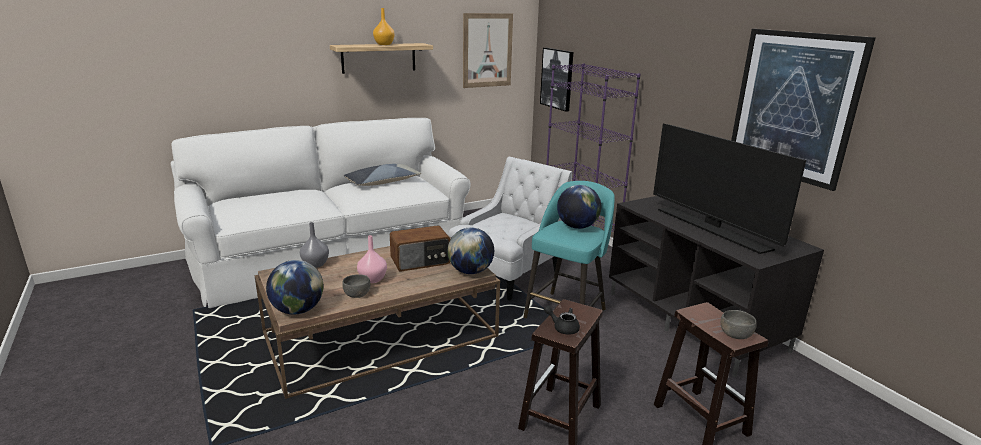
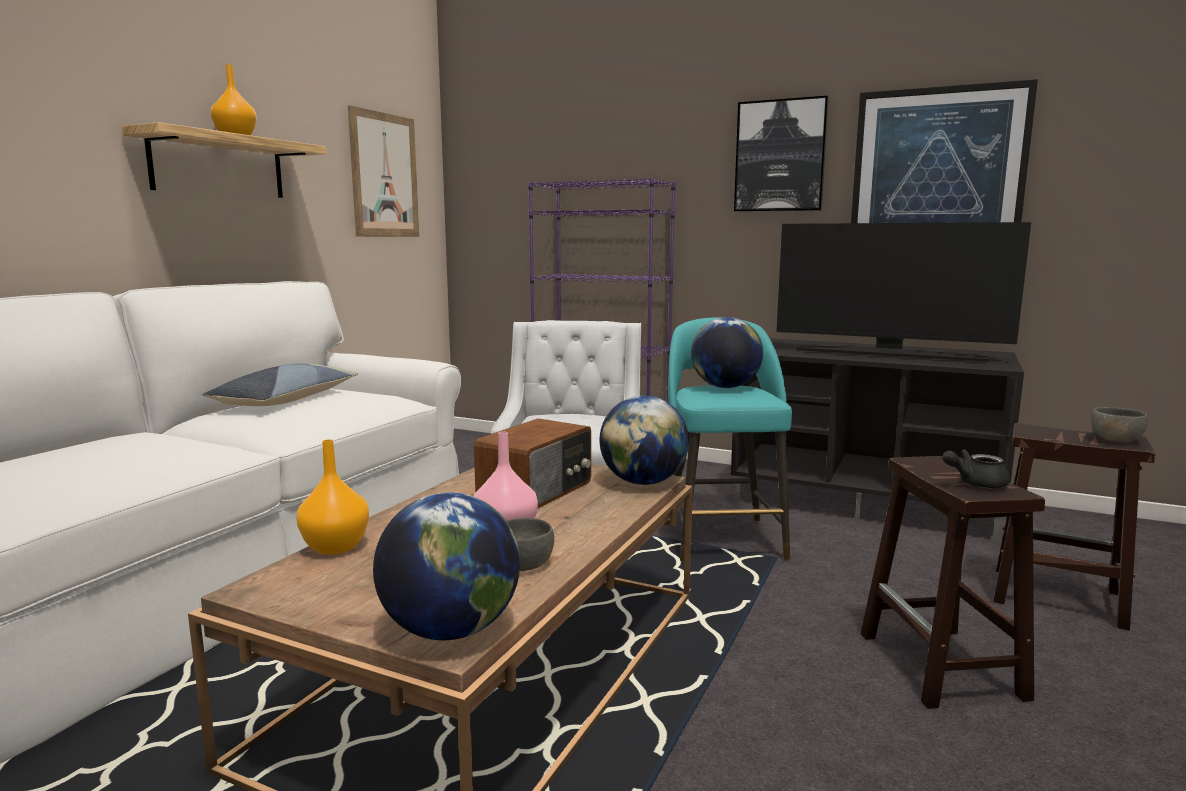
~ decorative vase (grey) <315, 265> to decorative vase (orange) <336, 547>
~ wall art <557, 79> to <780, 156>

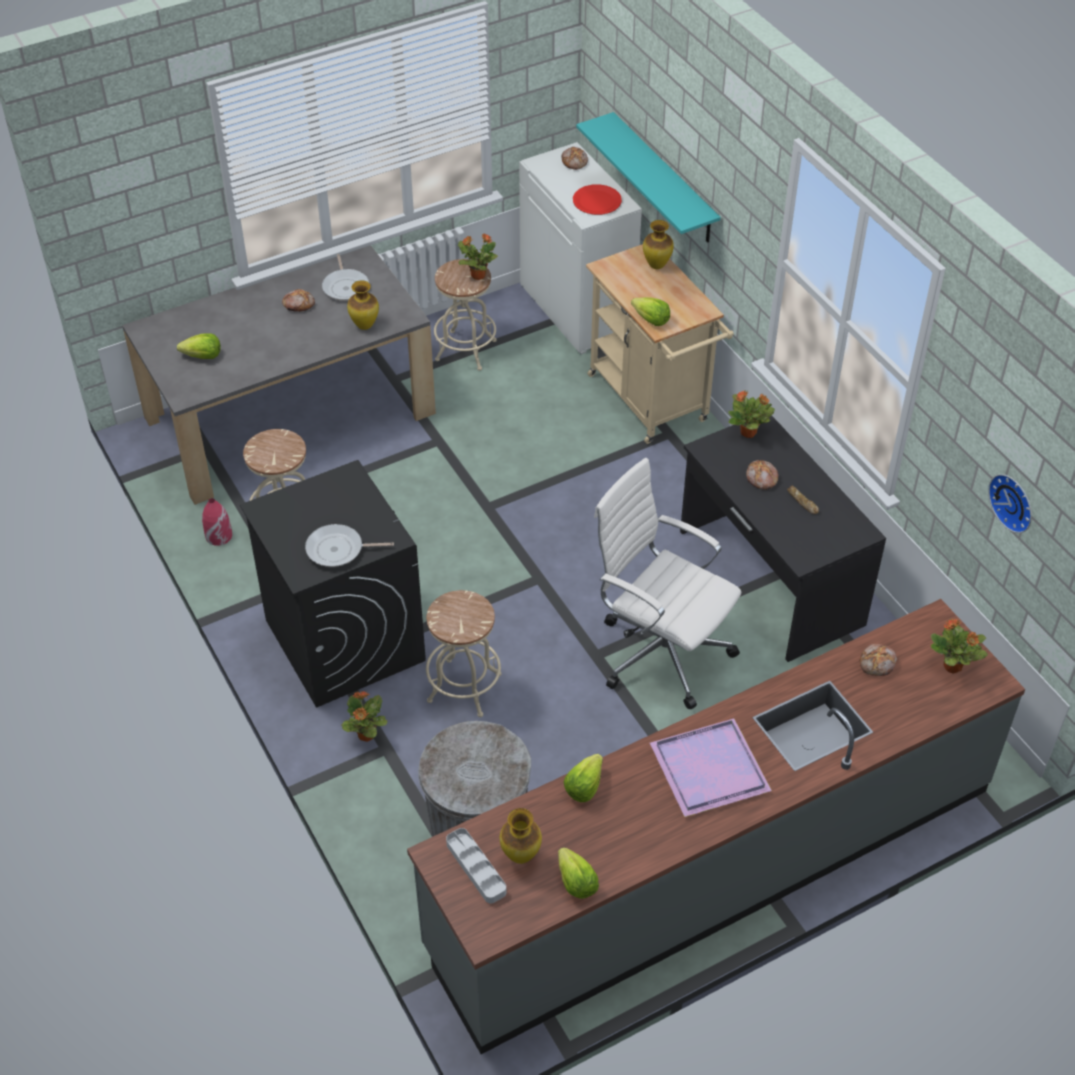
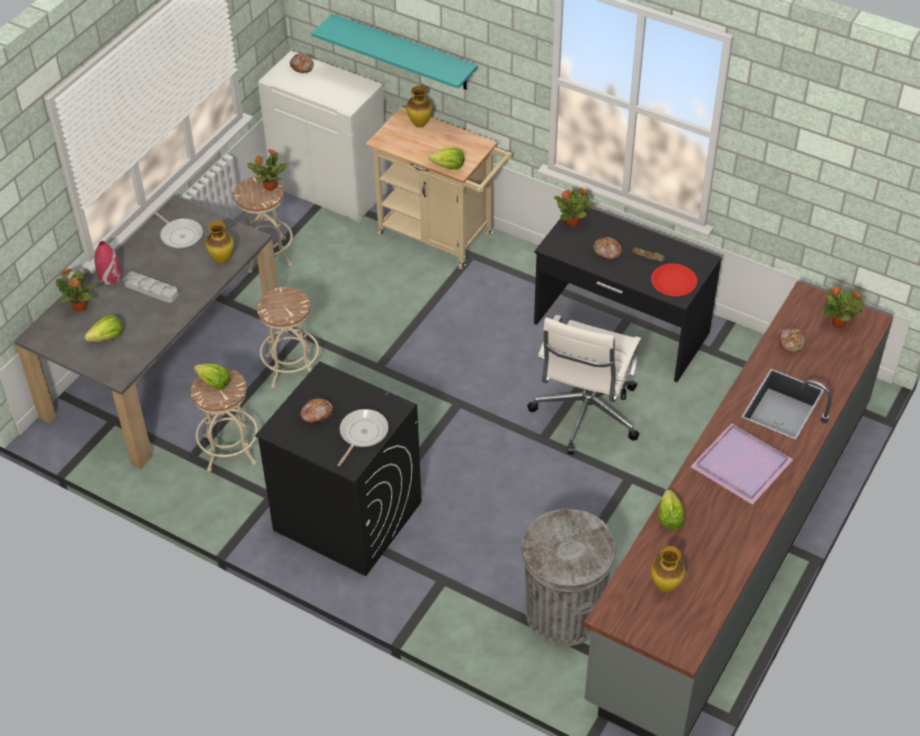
~ decorative vase (red) <218, 535> to <110, 276>
~ bakery bread <298, 304> to <316, 414>
~ pan <338, 550> = <362, 434> 150 degrees clockwise
~ potted plant <366, 735> to <79, 307>
~ stool (beige) <464, 687> to <291, 368>
~ serving tray (grey) <476, 868> to <151, 289>
~ lettuce head <576, 882> to <214, 383>
~ dinner plate (red) <596, 201> to <673, 281>
~ desk chair (whitish) <661, 651> = <585, 415> 75 degrees counterclockwise
- wall clock <1014, 501>

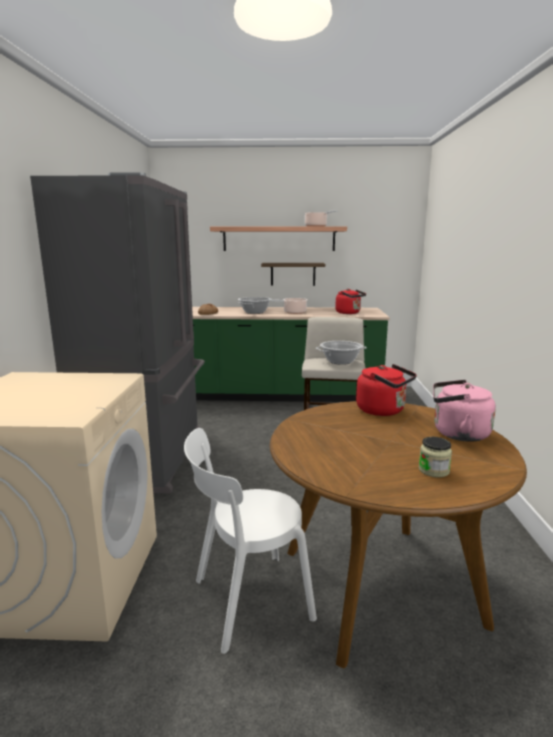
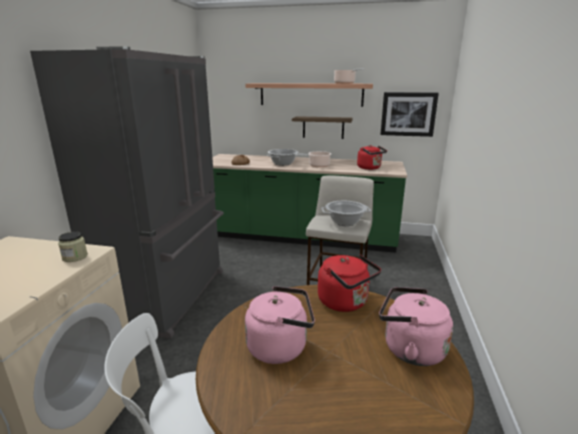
~ jar <433, 470> to <75, 257>
+ water kettle (pink) <281, 347>
+ wall art <408, 114>

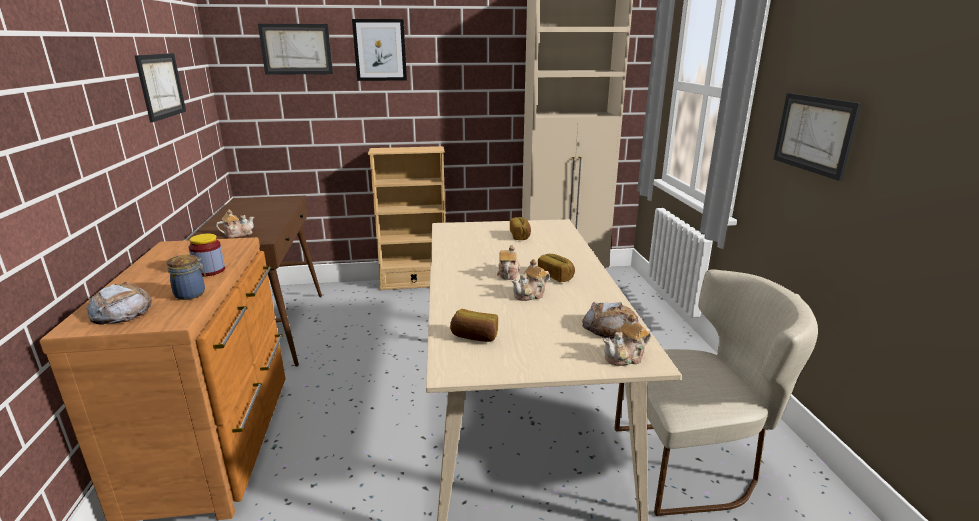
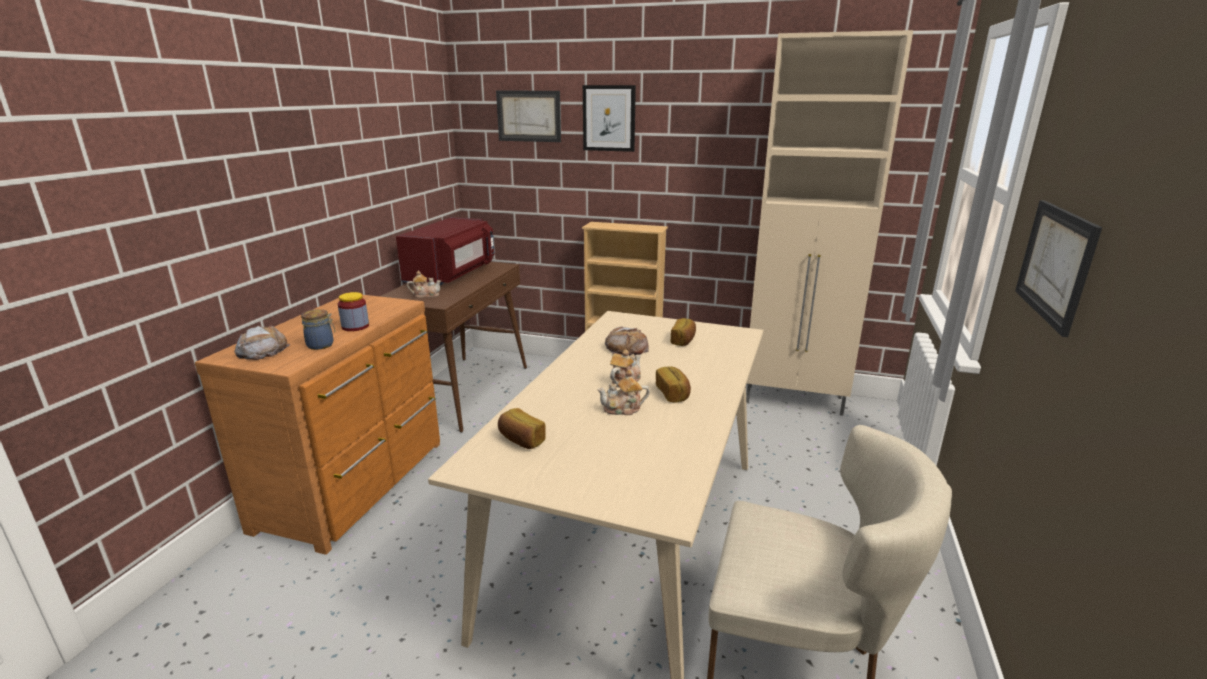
- wall art <161, 86>
~ bakery bread <611, 327> to <626, 347>
- pot for tea <626, 357>
+ microwave (red) <452, 275>

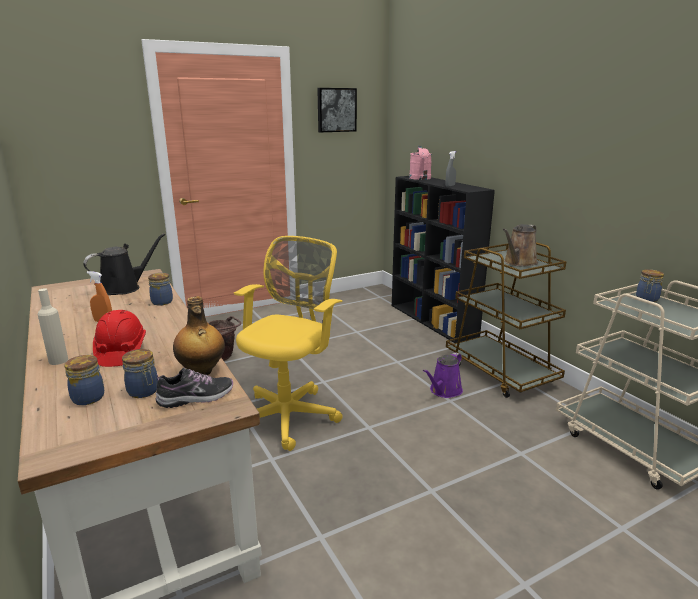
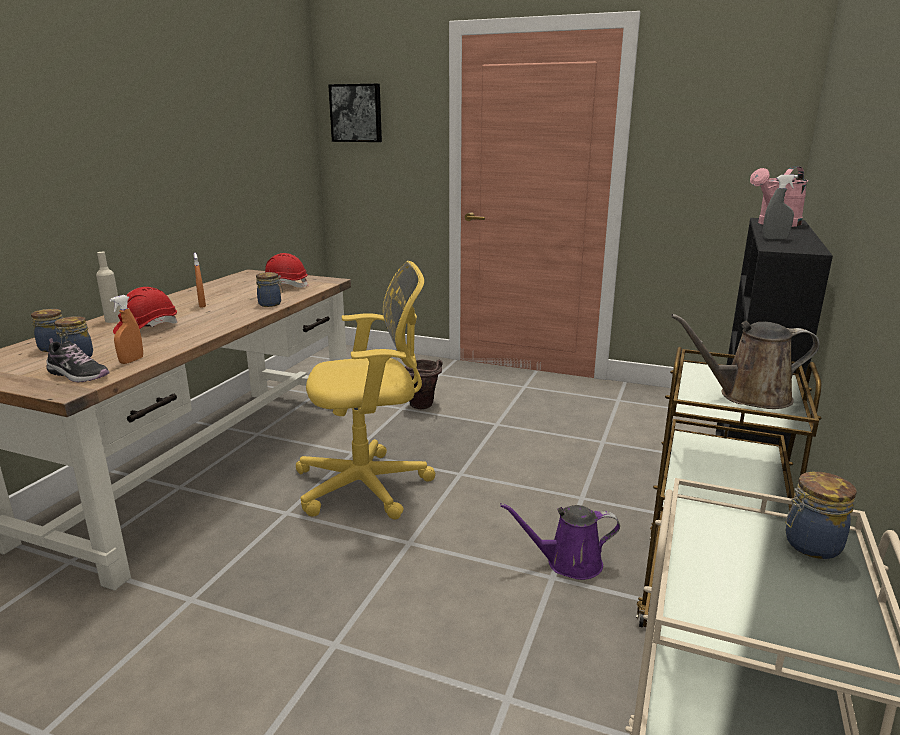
~ sprinkling can (black) <124, 288> to hard hat (red) <284, 286>
~ beverage bottle <201, 372> to spray bottle (orange) <131, 361>
~ wall art <336, 110> to <356, 113>

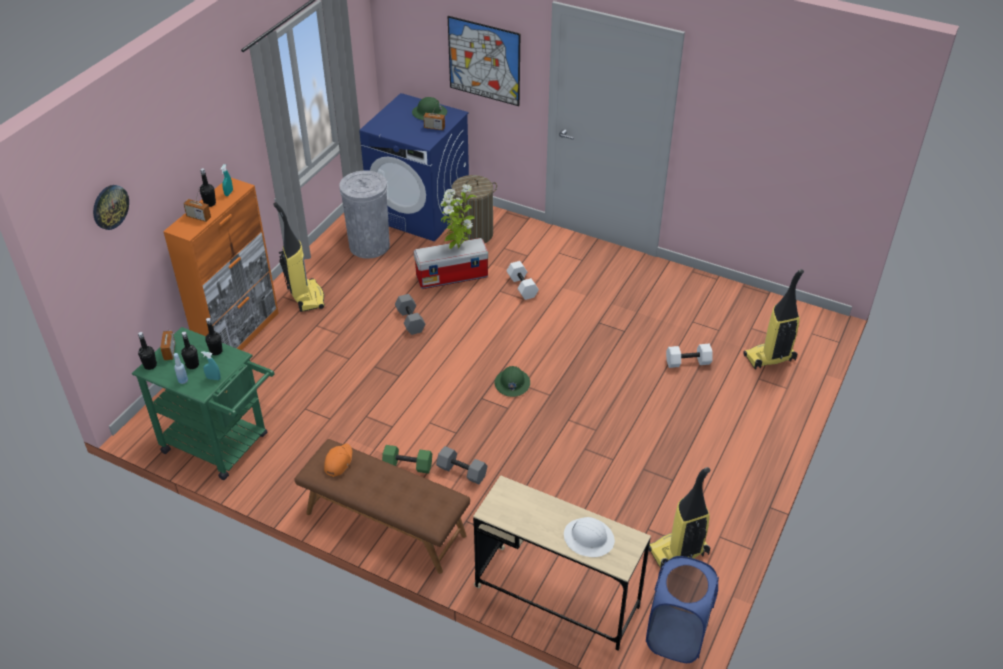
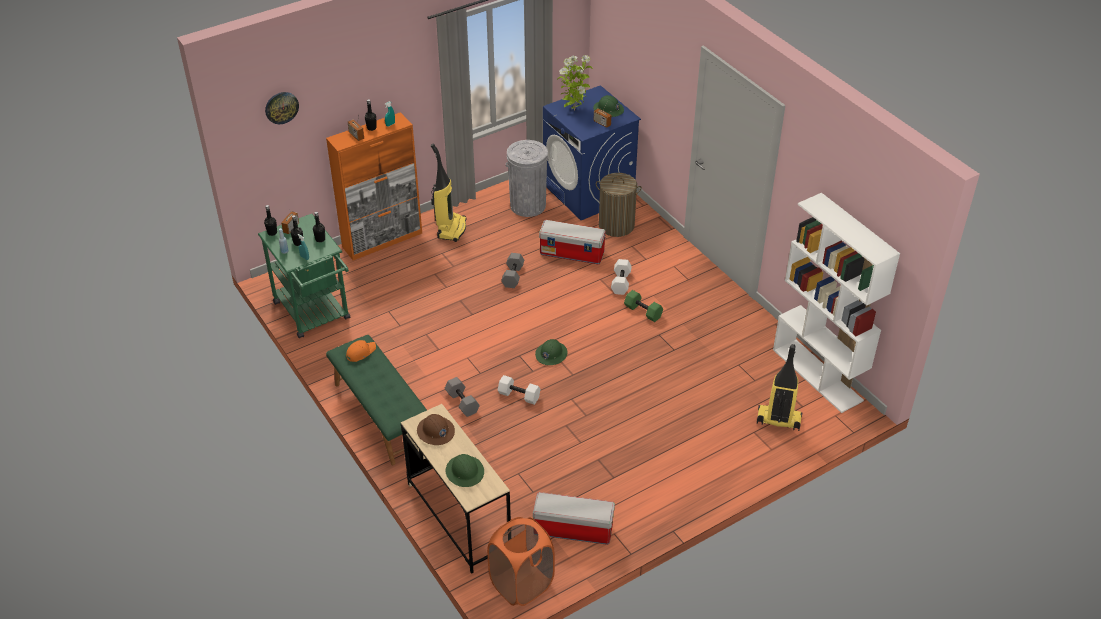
~ bench (brownish) <385, 524> to bench (green) <381, 415>
~ dumbbell (green) <407, 466> to <642, 312>
~ potted plant <457, 248> to <574, 110>
- wall art <484, 61>
~ hard hat (whitish) <589, 538> to hard hat (green) <465, 472>
~ hamper (blue) <676, 635> to hamper (orange) <521, 584>
~ hoover <678, 553> to storage box <572, 530>
~ dumbbell (whitish) <687, 363> to <518, 396>
+ hard hat (brownish) <435, 431>
+ shelving unit (whitish) <818, 375>

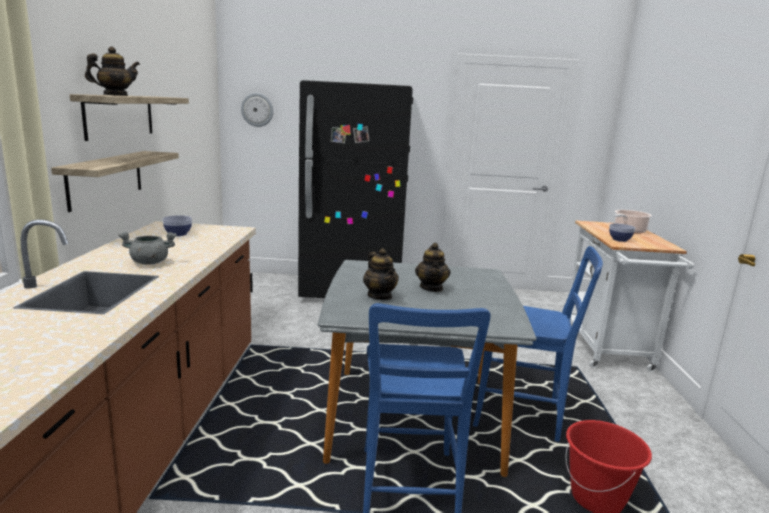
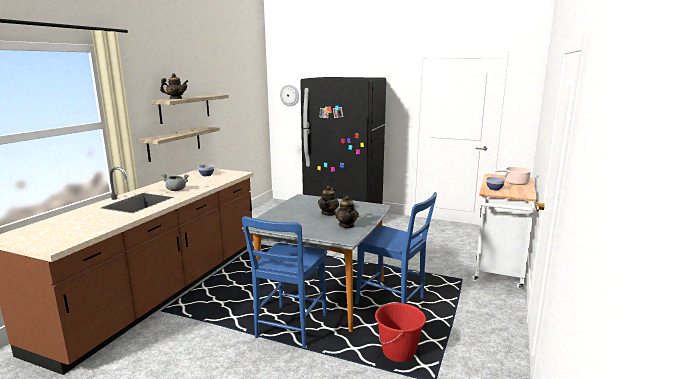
~ pot for tea <380, 296> to <347, 225>

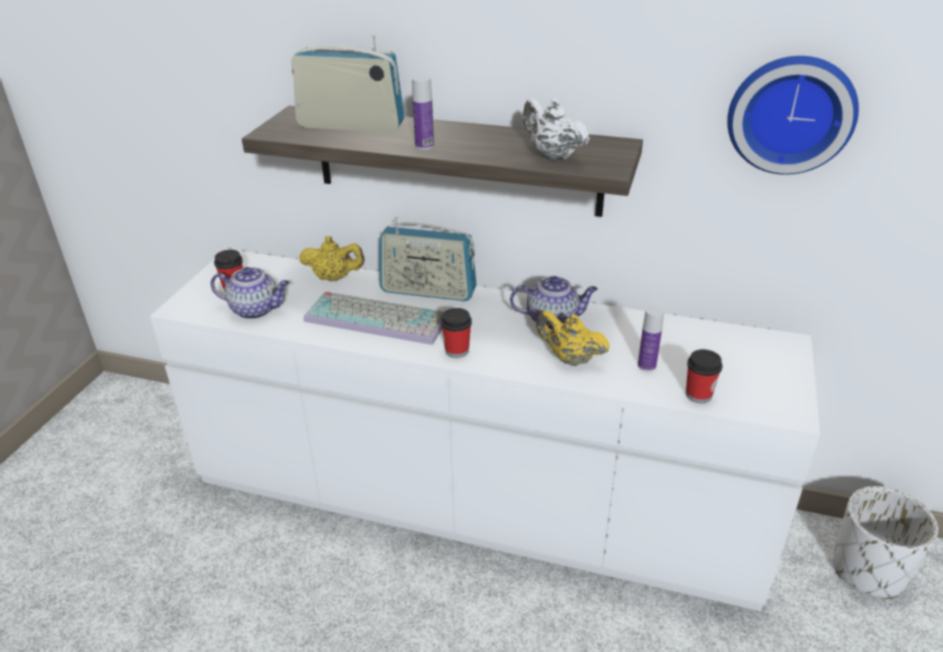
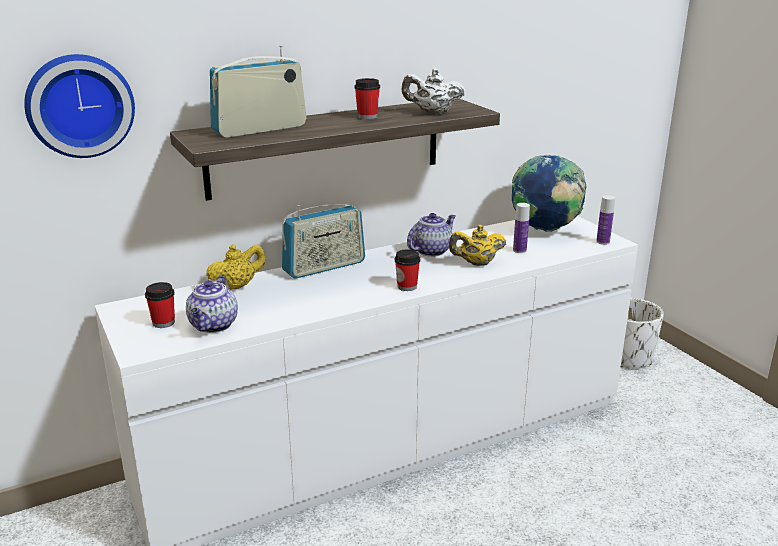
~ pot for tea <256, 309> = <213, 326> 135 degrees clockwise
- keyboard <379, 318>
~ beverage bottle <424, 146> to <603, 242>
~ drinking cup <698, 395> to <367, 117>
~ wall clock <790, 113> to <79, 105>
+ desk globe <545, 230>

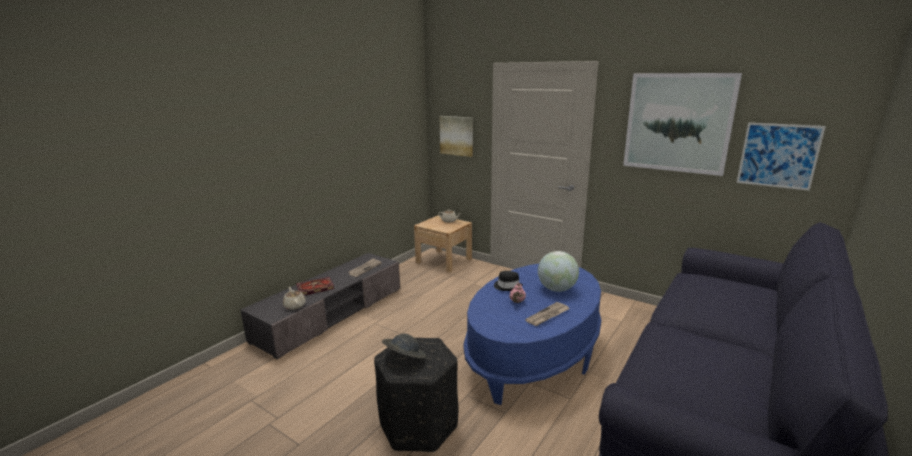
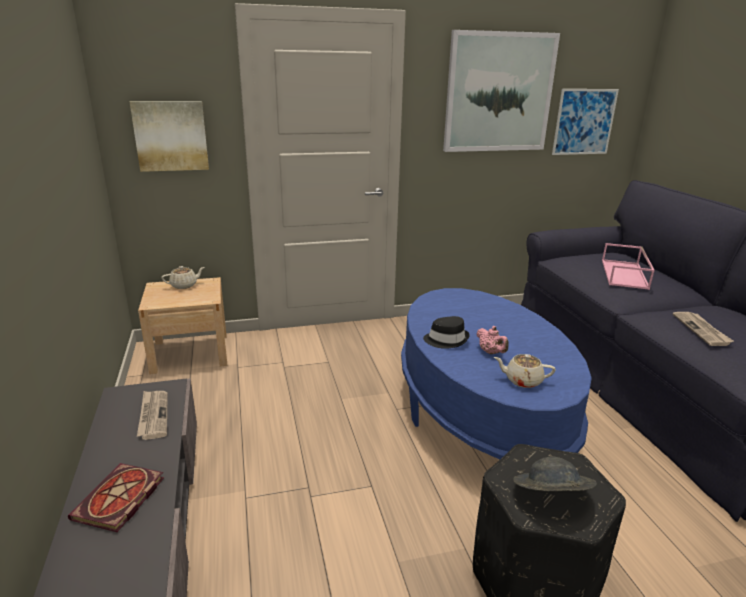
~ pot for tea (beige) <294, 305> to <522, 380>
~ newspaper <547, 315> to <702, 330>
- desk globe <556, 289>
+ serving tray (pink) <625, 274>

